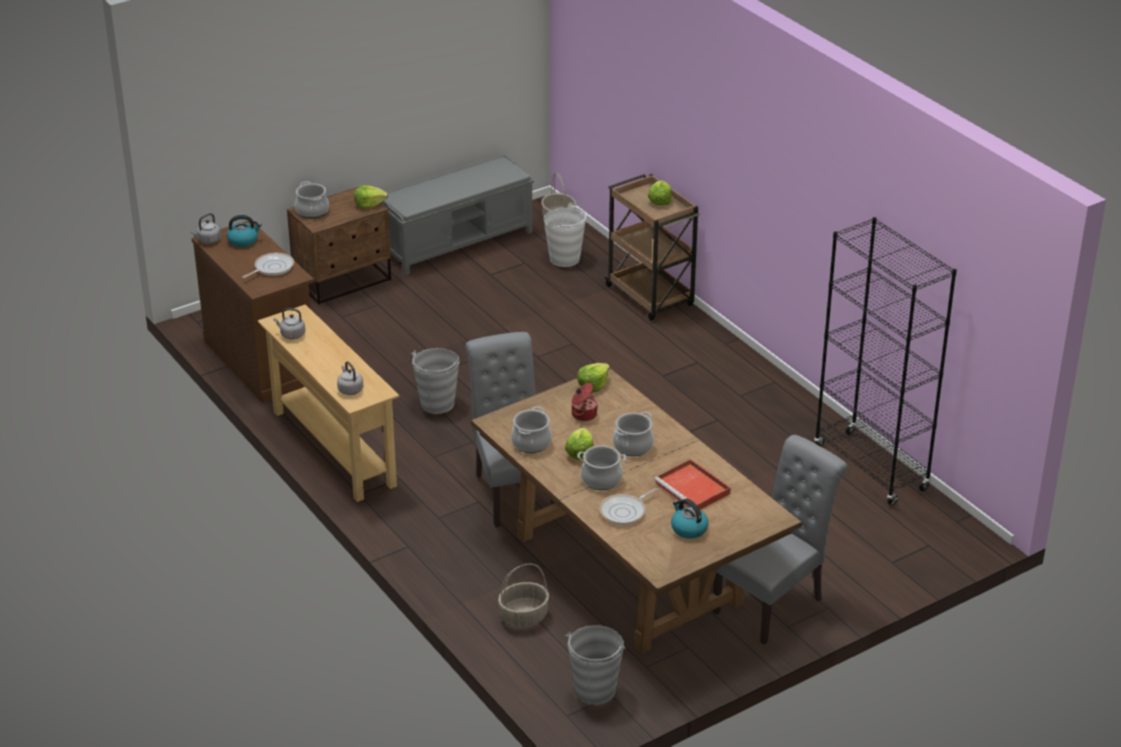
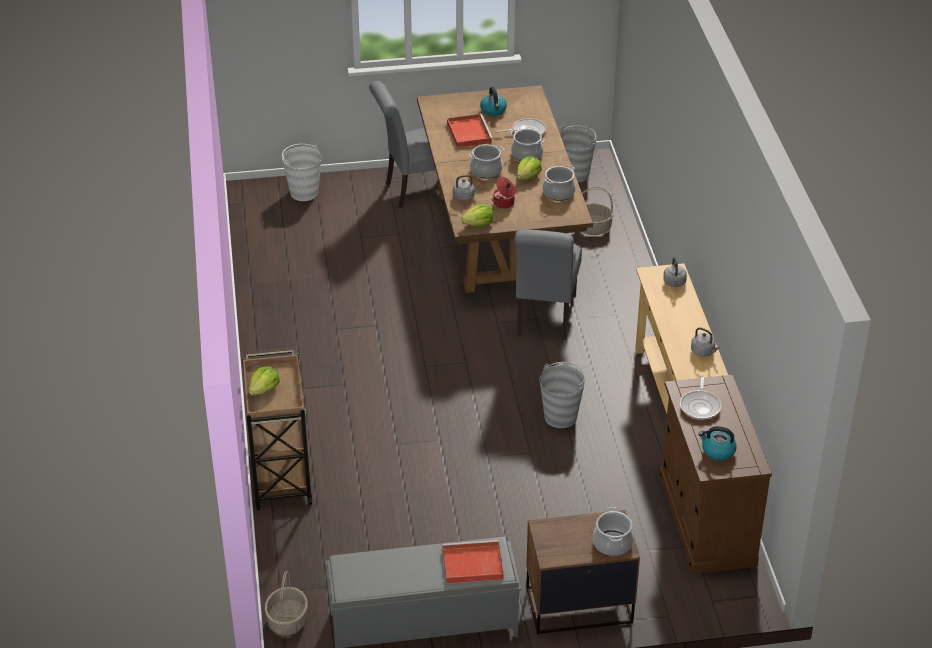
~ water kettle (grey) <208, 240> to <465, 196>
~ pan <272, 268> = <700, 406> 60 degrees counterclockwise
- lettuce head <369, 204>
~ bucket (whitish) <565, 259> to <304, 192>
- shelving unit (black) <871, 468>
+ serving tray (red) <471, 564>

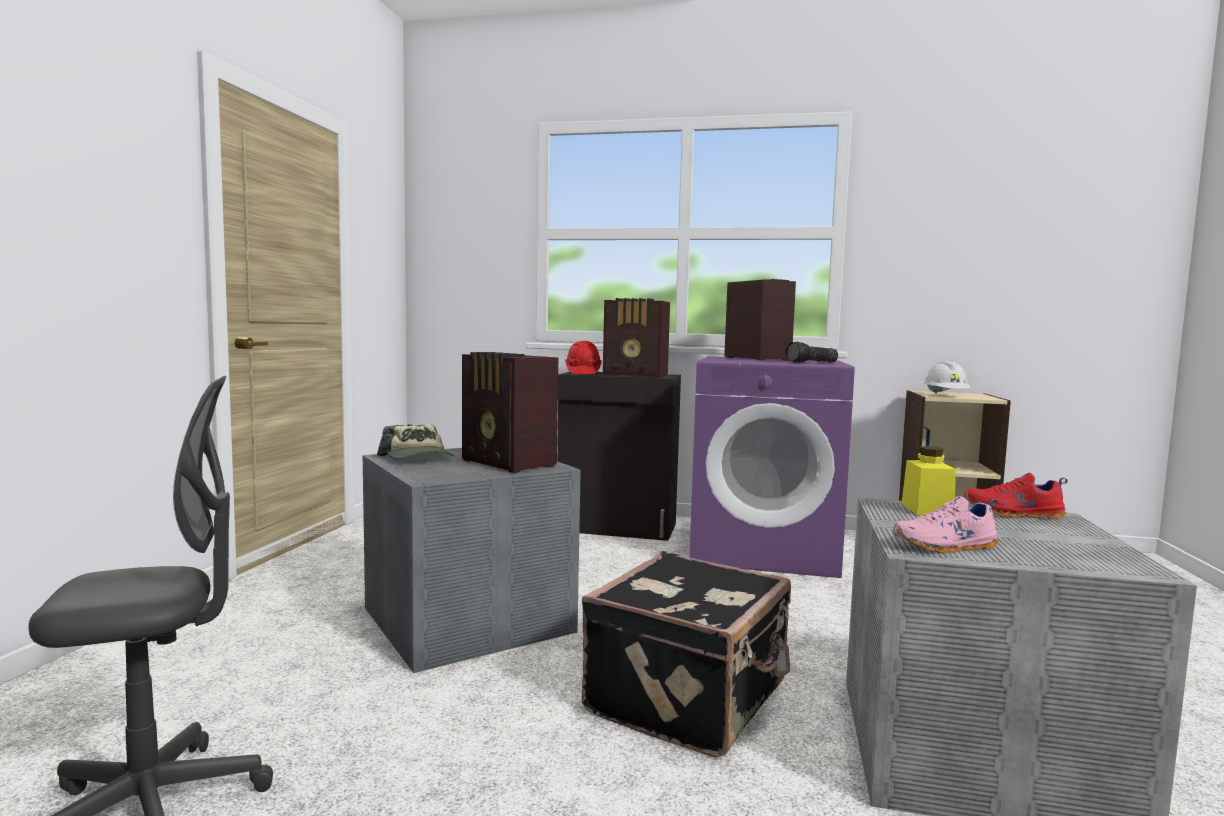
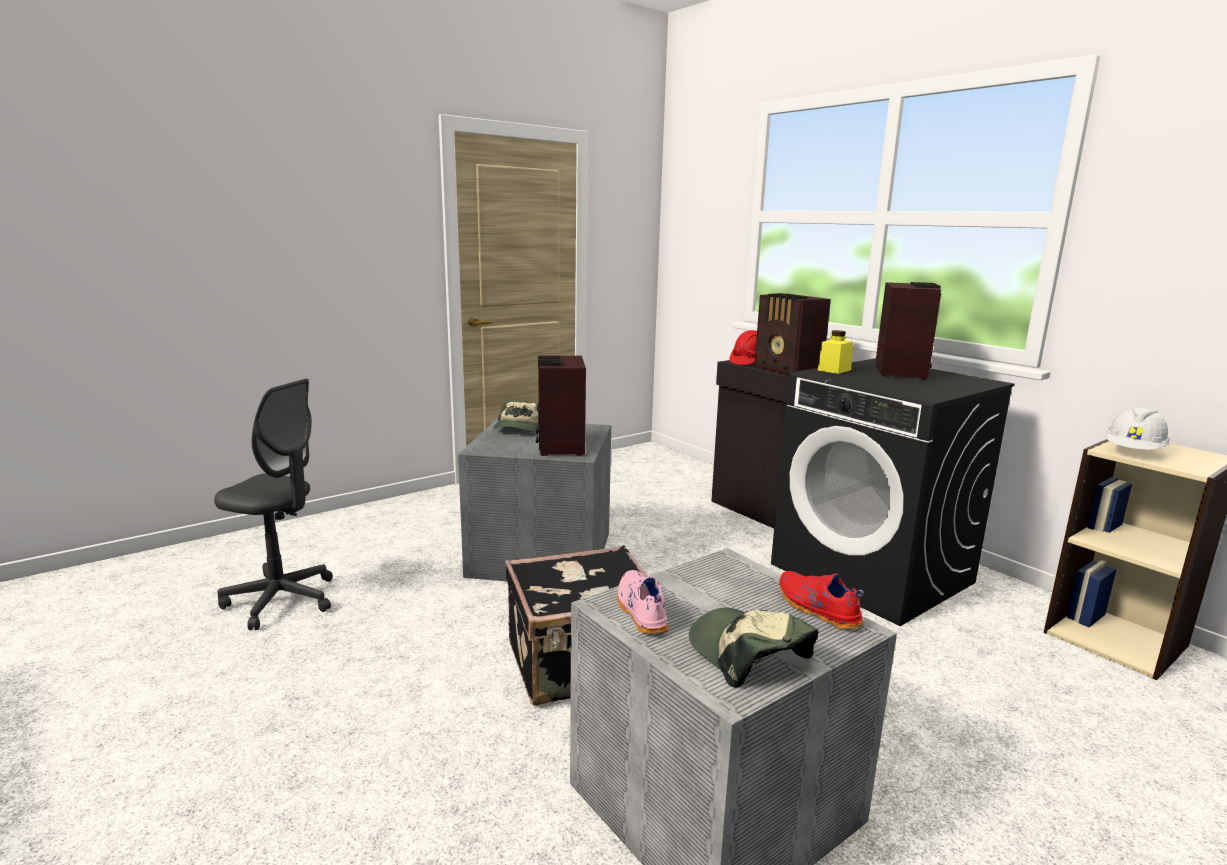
~ washing machine (purple) <764, 550> to washing machine (black) <873, 573>
- torch <812, 362>
~ shoe (pink) <946, 547> = <640, 611> 45 degrees clockwise
~ jar (yellow) <927, 509> to <834, 370>
+ peaked cap <748, 654>

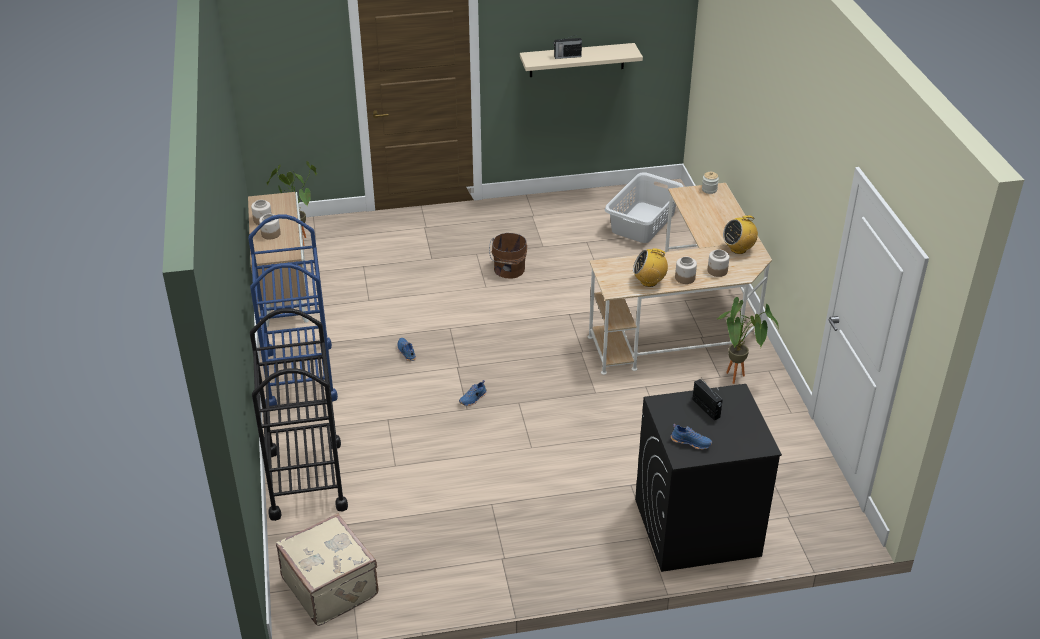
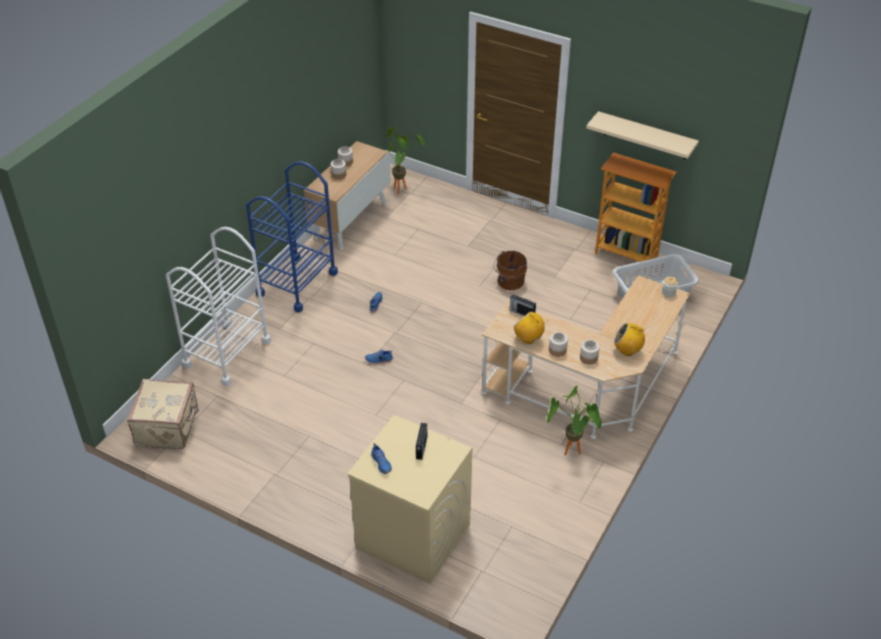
~ trolley (black) <306, 480> to trolley (whitish) <227, 353>
~ radio <567, 56> to <521, 313>
~ washing machine (black) <696, 527> to washing machine (beige) <412, 536>
+ shelving unit <626, 254>

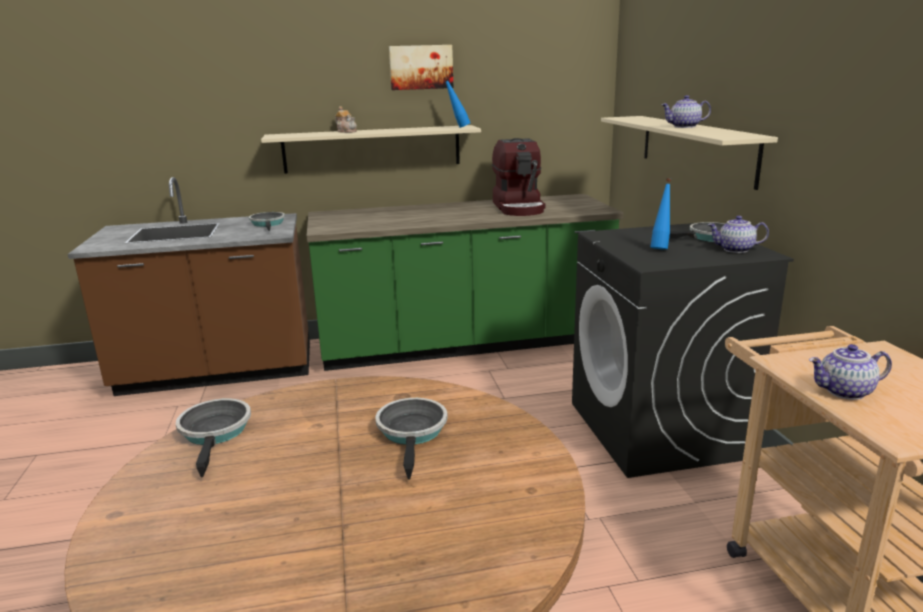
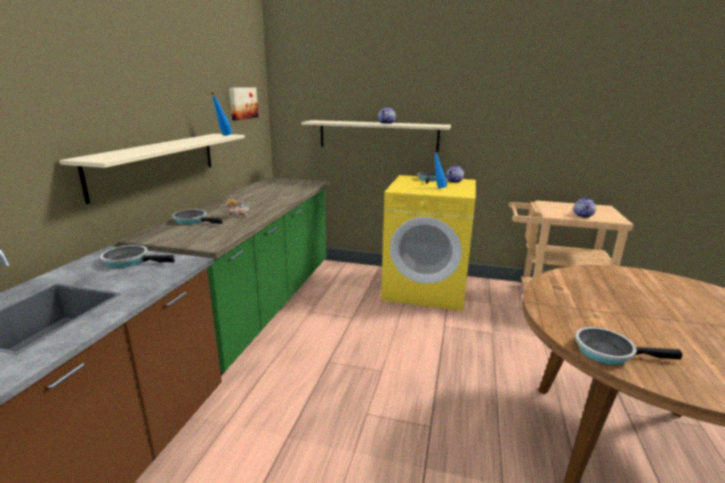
~ pot for tea <347, 131> to <236, 215>
~ pan <413, 433> to <193, 221>
~ wall art <421, 67> to <242, 103>
- coffee maker <519, 207>
~ washing machine (black) <659, 430> to washing machine (yellow) <426, 288>

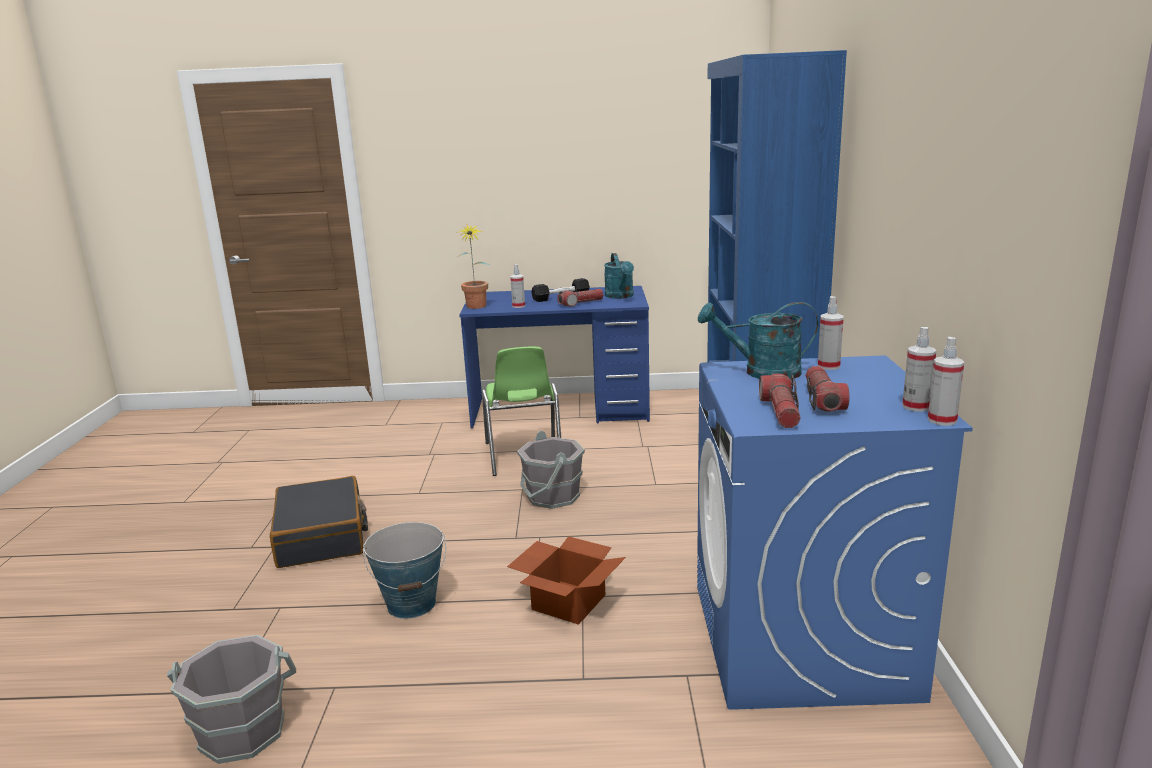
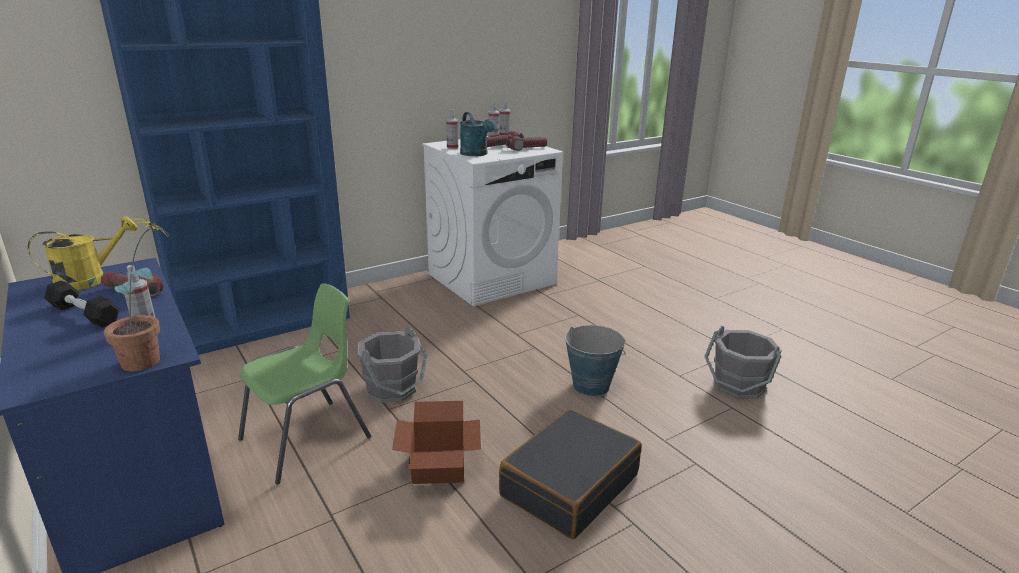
~ packing box <567, 601> to <437, 467>
~ sprinkling can (blue-green) <620, 296> to sprinkling can (yellow) <90, 280>
~ washing machine (blue) <801, 640> to washing machine (whitish) <492, 278>

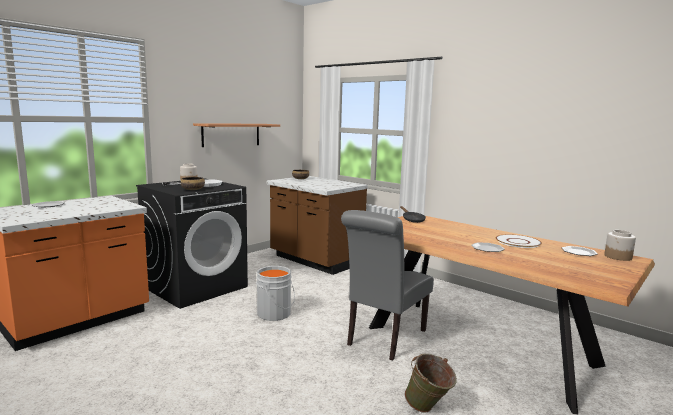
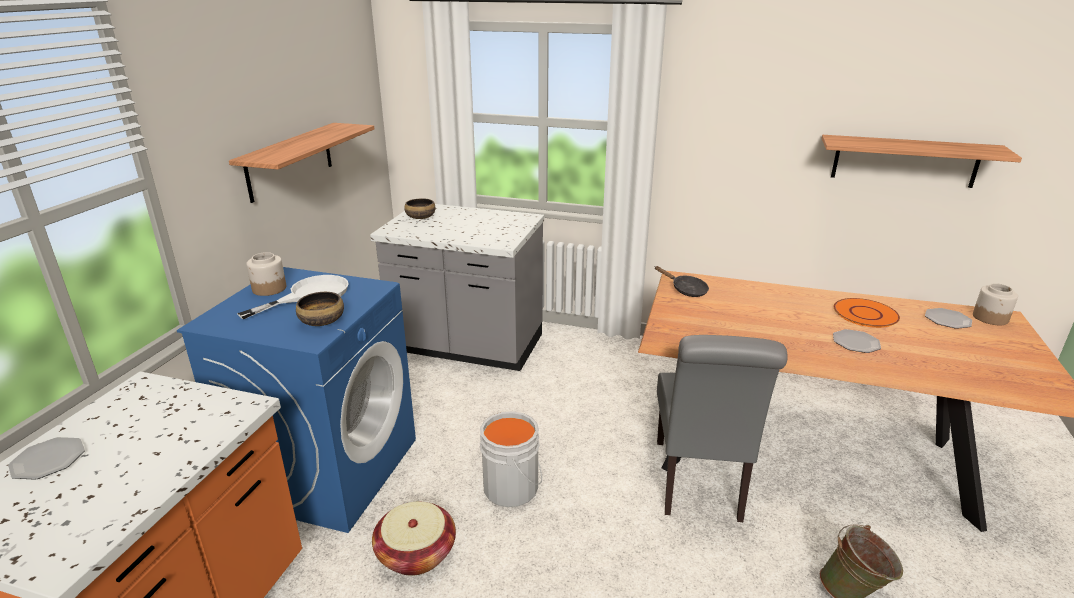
~ washing machine (black) <196, 287> to washing machine (blue) <328, 469>
~ kitchen counter (brownish) <315, 260> to kitchen counter (grey) <467, 346>
~ dinner plate (whitish) <518, 242> to dinner plate (orange) <865, 314>
+ basket <416, 553>
+ wall shelf <904, 161>

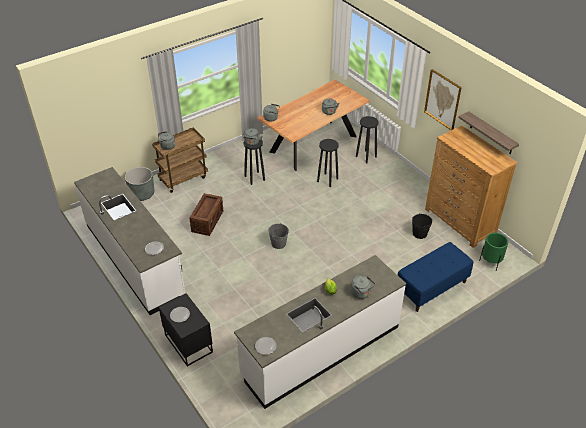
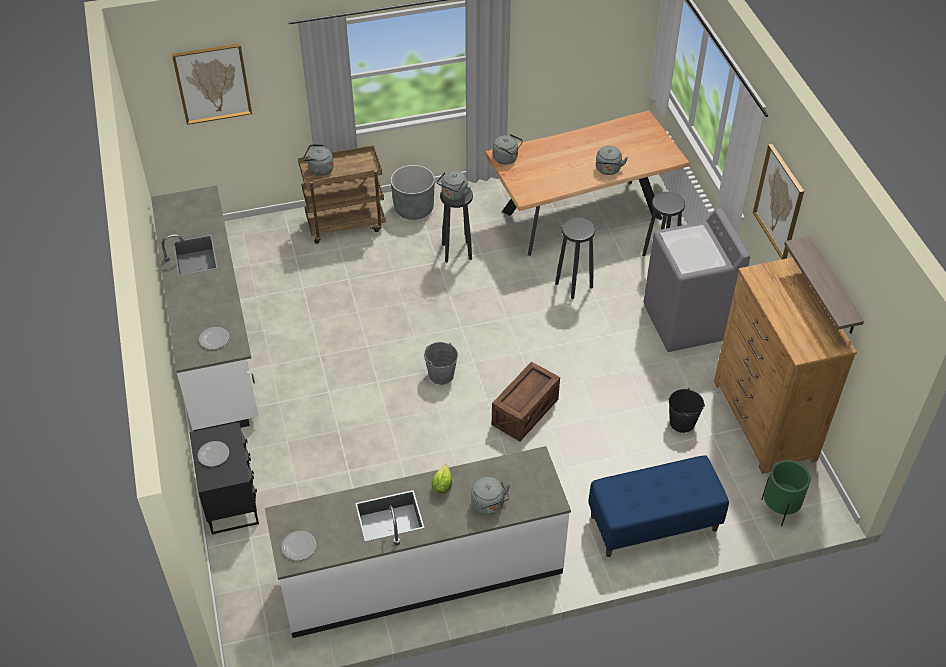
~ plant pot (grey) <142, 194> to <413, 208>
~ packing crate <207, 221> to <525, 412>
+ wall art <212, 83>
+ washing machine (grey) <687, 322>

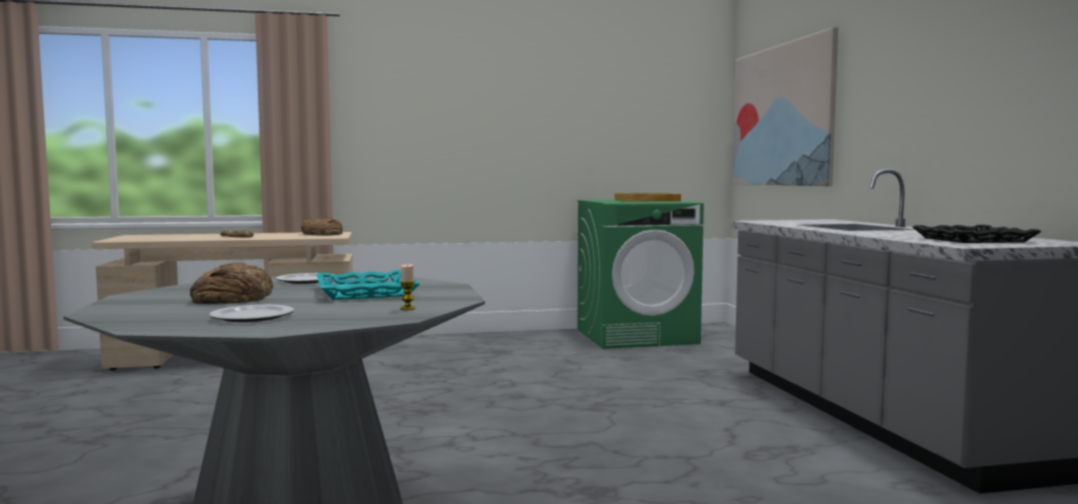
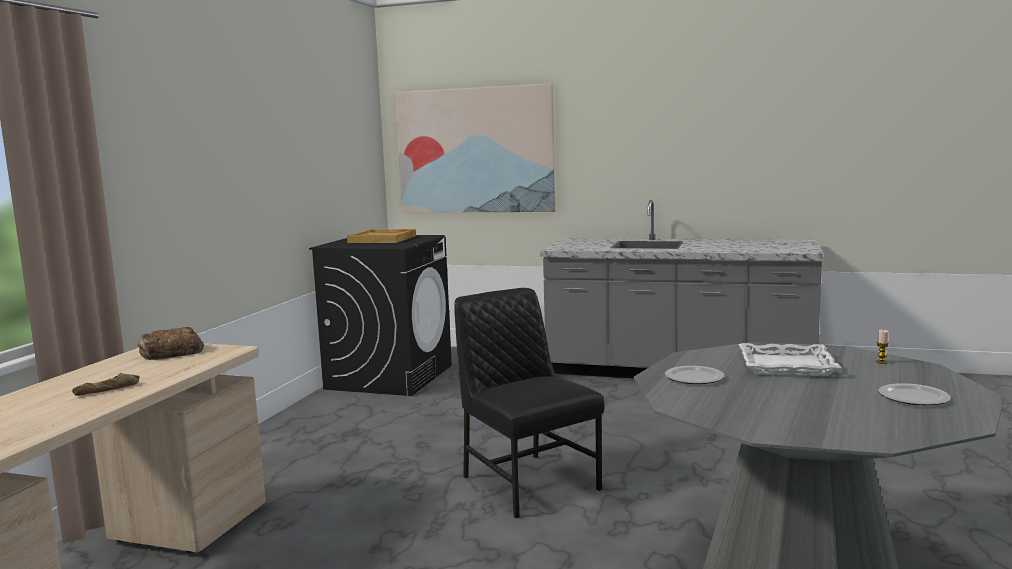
- bakery bread <232, 297>
~ serving tray (blue-green) <365, 292> to serving tray (whitish) <786, 366>
~ washing machine (green) <636, 336> to washing machine (black) <390, 377>
- serving tray (black) <973, 240>
+ upright chair (black) <527, 482>

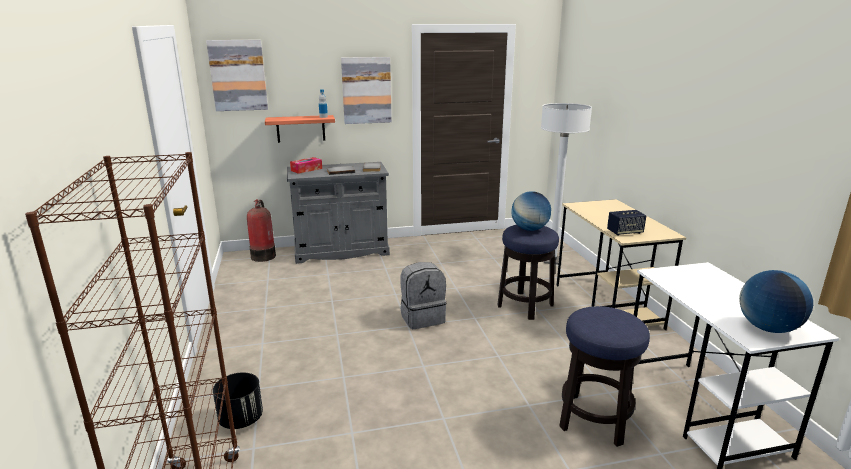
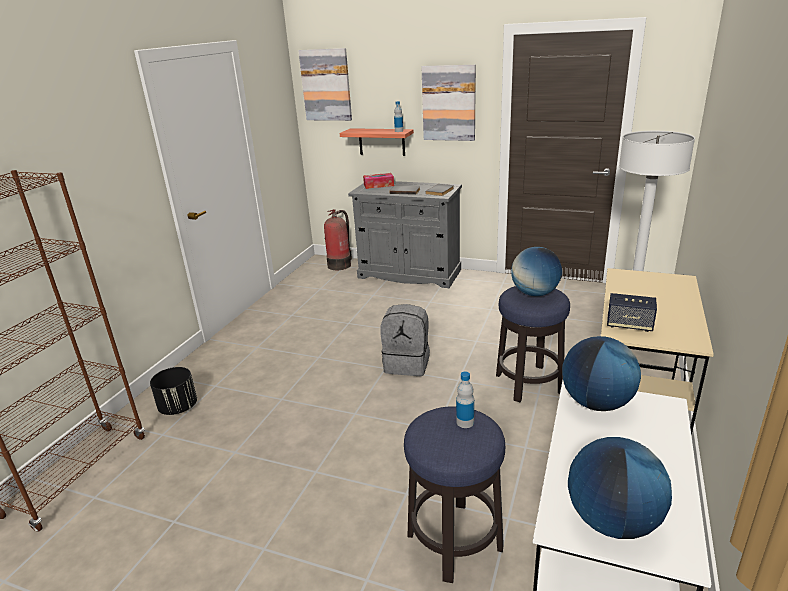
+ beverage bottle <465, 422>
+ desk globe <596, 403>

